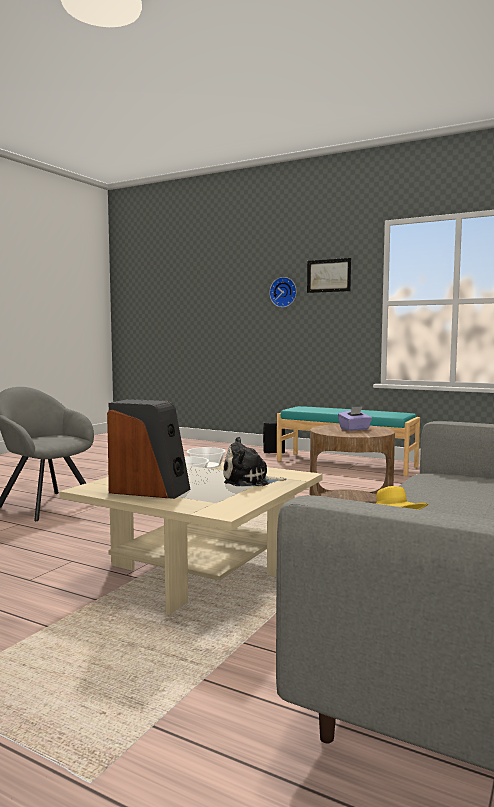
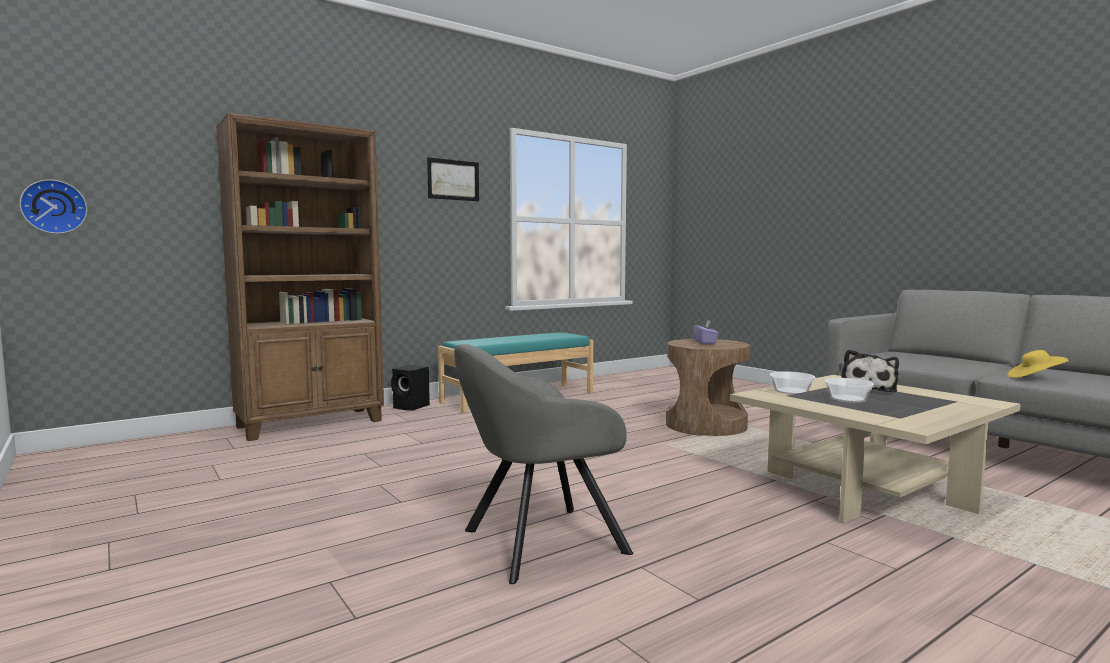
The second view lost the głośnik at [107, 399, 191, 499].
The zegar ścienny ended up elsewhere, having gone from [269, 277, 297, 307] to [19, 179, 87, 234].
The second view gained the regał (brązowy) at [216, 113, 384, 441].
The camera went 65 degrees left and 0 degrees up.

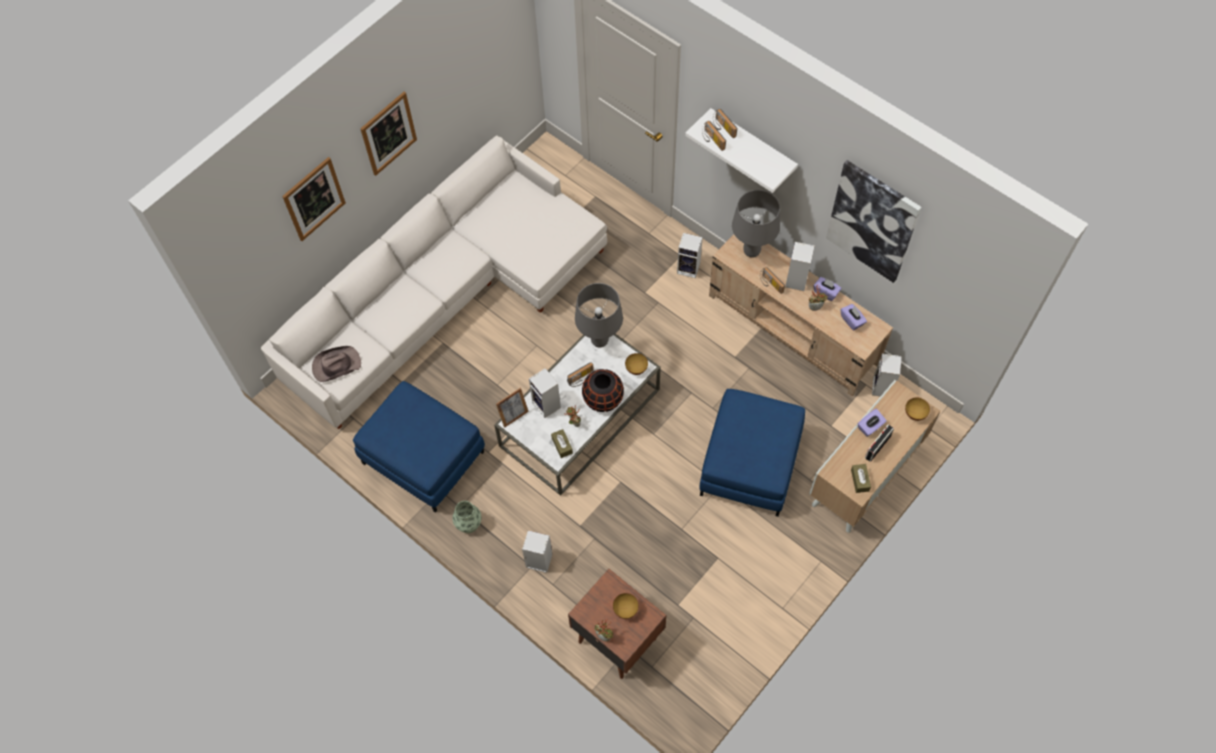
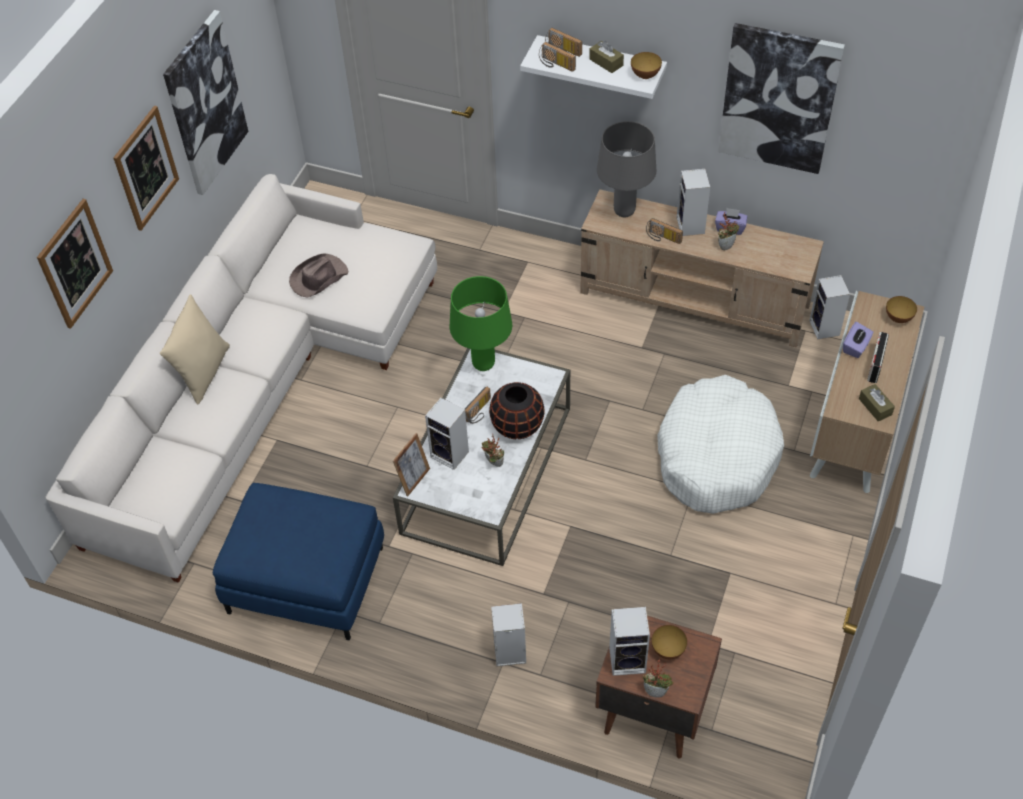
The kapelusz (brązowy) ended up elsewhere, having gone from [312, 346, 361, 382] to [289, 254, 348, 298].
The second view lost the wazon at [452, 501, 482, 533].
The pudełko chusteczek (brązowy) ended up elsewhere, having gone from [551, 429, 573, 458] to [589, 41, 624, 73].
What was the lampa stołowa (szary) at [575, 283, 623, 347] turned into the lampa stołowa (zielony) at [450, 276, 512, 371].
The miska ended up elsewhere, having gone from [625, 353, 648, 375] to [631, 52, 662, 79].
The głośnik ended up elsewhere, having gone from [677, 233, 703, 278] to [609, 607, 650, 676].
Where the pufa (niebieski) stood at [699, 389, 805, 517], the legowisko (biały) came to stand at [657, 375, 784, 514].
The second view lost the pudełko chusteczek (fioletowy) at [841, 304, 867, 331].
The second view gained the poduszka (beżowy) at [160, 294, 230, 404].
The second view gained the obraz at [163, 10, 248, 195].
The camera went 20 degrees left and 10 degrees down.

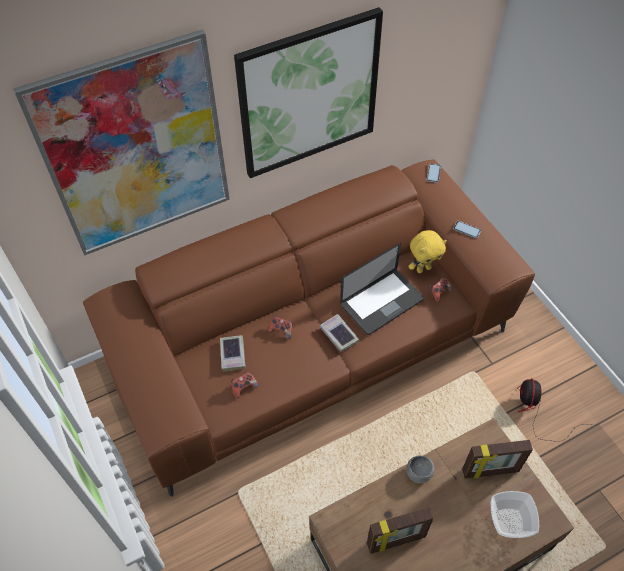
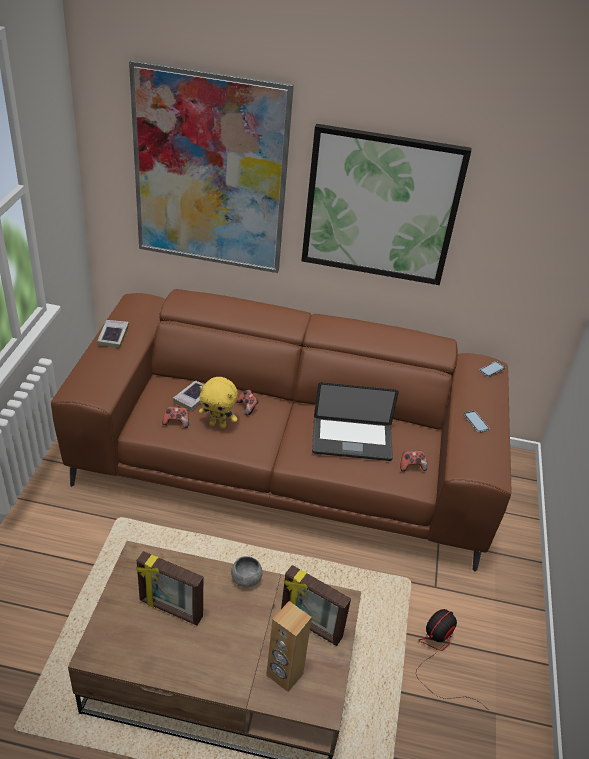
The książka ended up elsewhere, having gone from [320, 314, 359, 352] to [97, 320, 129, 348].
The pluszak (żółty) ended up elsewhere, having gone from [408, 230, 447, 273] to [199, 377, 238, 429].
Where the miska stood at [491, 491, 539, 538], the głośnik (brązowy) came to stand at [266, 601, 312, 692].
The camera went 35 degrees right and 15 degrees down.

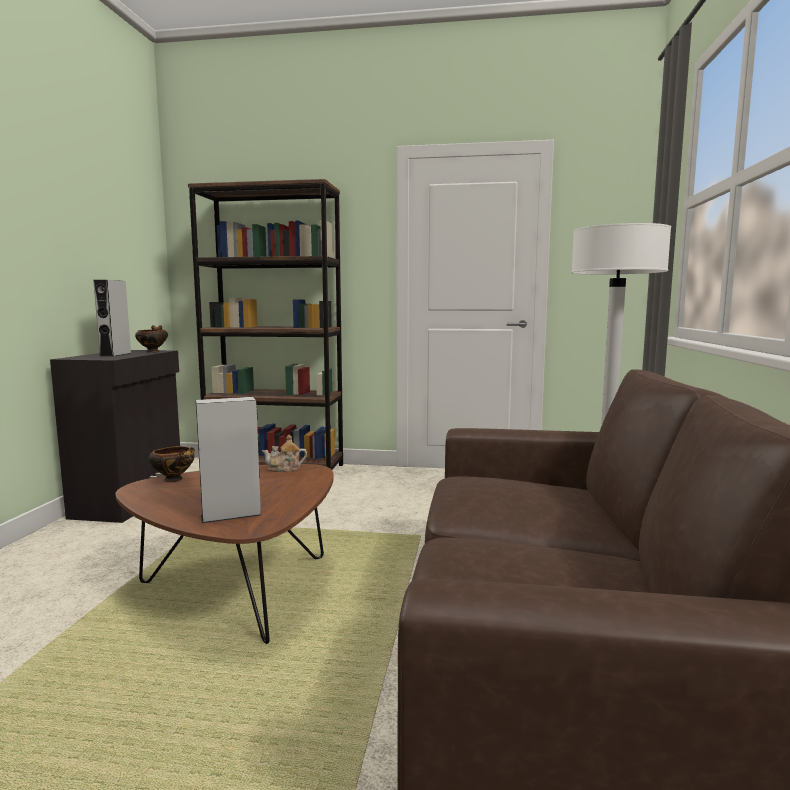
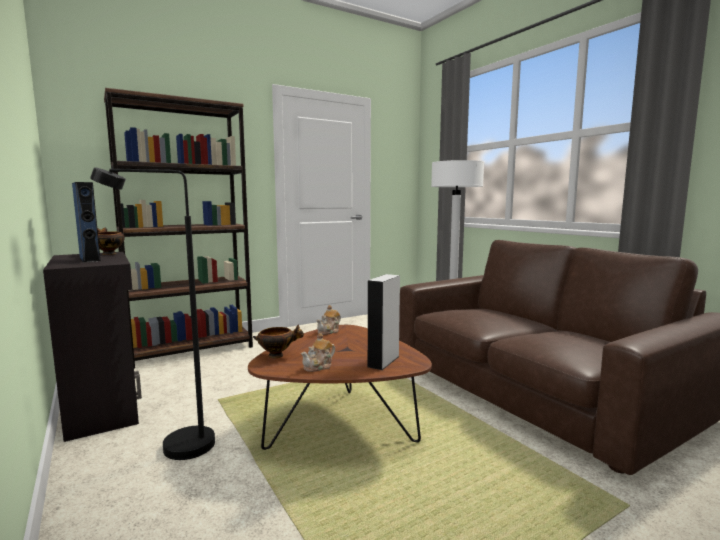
What was the głośnik (szary) at [93, 280, 131, 357] turned into the głośnik (niebieski) at [72, 182, 100, 262].
The second view gained the lampa stojąca (czarny) at [90, 167, 215, 460].
The second view gained the imbryk at [301, 333, 335, 372].
The camera went 40 degrees left and 0 degrees up.

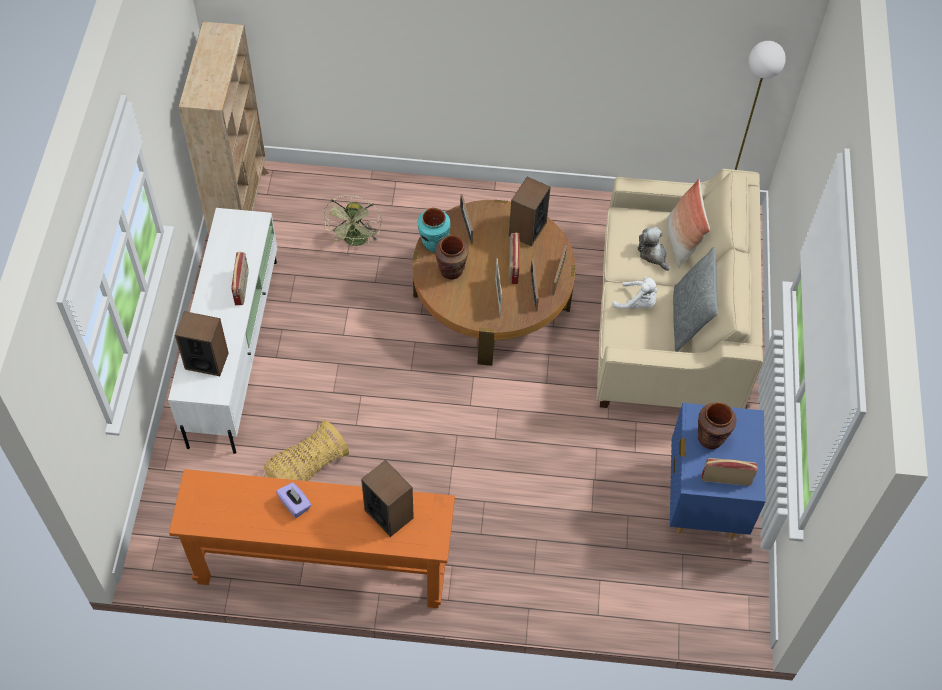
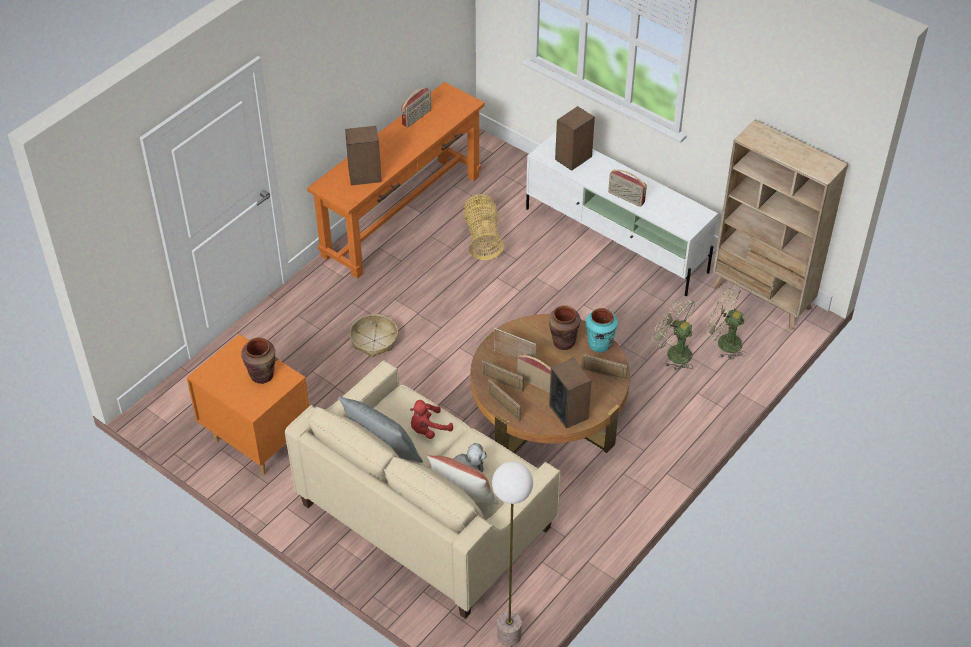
The second view lost the pudełko chusteczek (fioletowy) at [276, 482, 311, 518].
What was the pluszak (biały) at [612, 277, 658, 309] turned into the pluszak (czerwony) at [410, 400, 453, 439].
What was the szafka nocna (niebieski) at [670, 403, 766, 539] turned into the szafka nocna (pomarańczowy) at [186, 334, 309, 475].
The radio ended up elsewhere, having gone from [702, 458, 757, 486] to [401, 88, 431, 127].
The second view gained the koszyk at [350, 314, 398, 357].
The second view gained the wentylator (zielony) at [706, 287, 747, 360].
The camera went 125 degrees right and 10 degrees down.

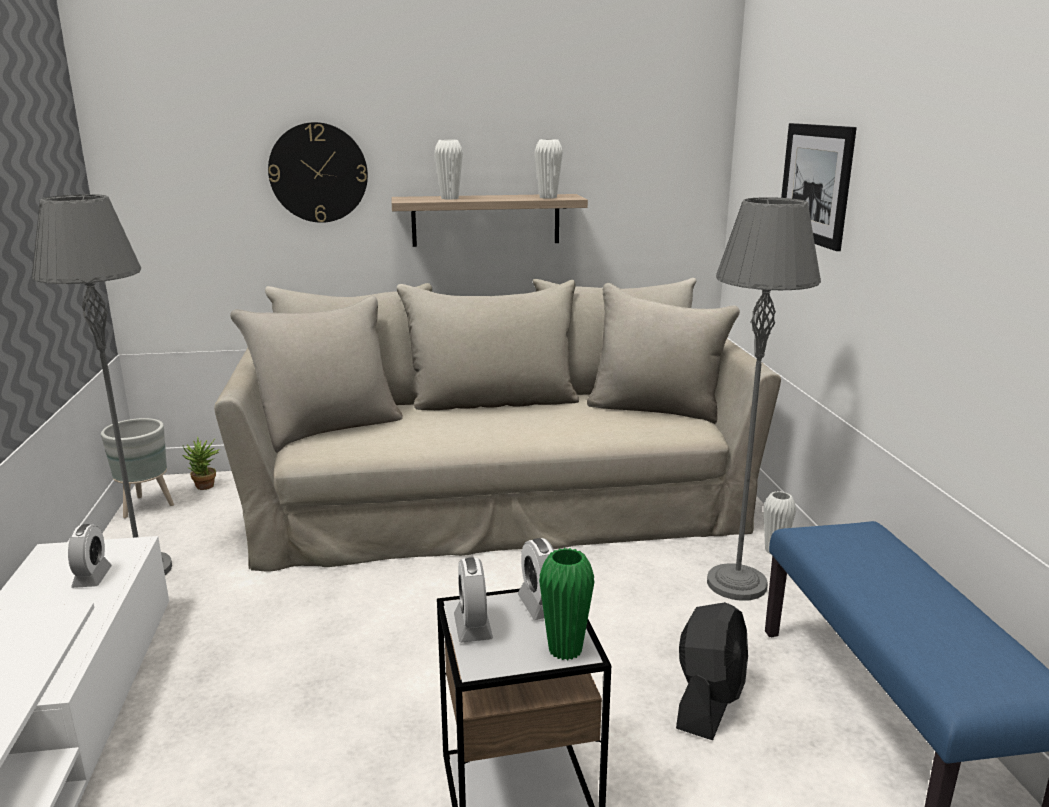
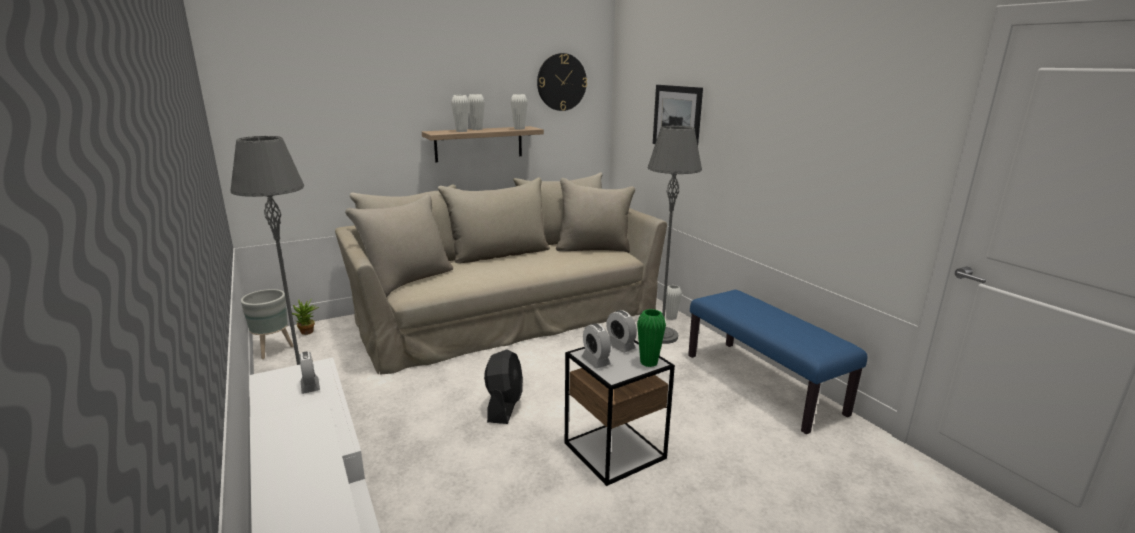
The zegar ścienny ended up elsewhere, having gone from [268, 122, 368, 223] to [537, 53, 587, 111].
The wentylator (czarny) ended up elsewhere, having gone from [676, 602, 748, 740] to [484, 349, 523, 424].
The second view gained the wazon (biały) at [468, 94, 485, 130].
The camera went 20 degrees left and 0 degrees up.

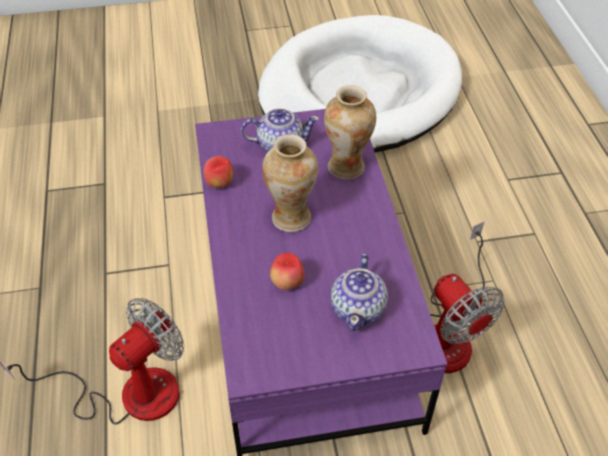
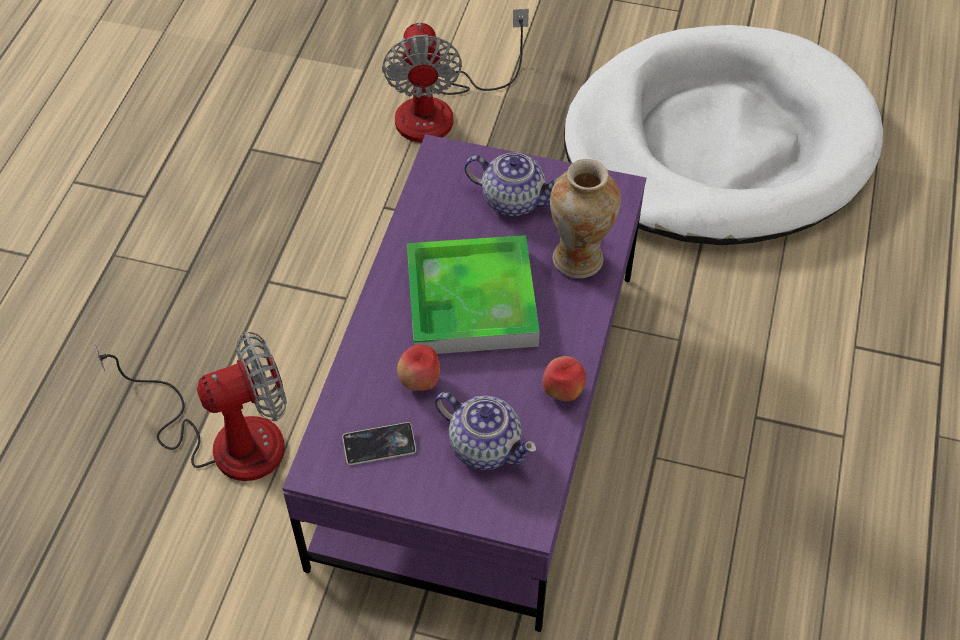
The jabłko ended up elsewhere, having gone from [204, 156, 233, 188] to [543, 356, 586, 401].
Where the wazon stood at [262, 134, 318, 232], the taca came to stand at [407, 235, 540, 354].
The imbryk at [331, 253, 388, 331] ended up facing another way, 90 degrees counterclockwise from before.
The wentylator ended up elsewhere, having gone from [430, 222, 504, 373] to [382, 9, 529, 143].
The second view gained the telefon at [342, 422, 416, 465].
The camera went 25 degrees right and 5 degrees up.

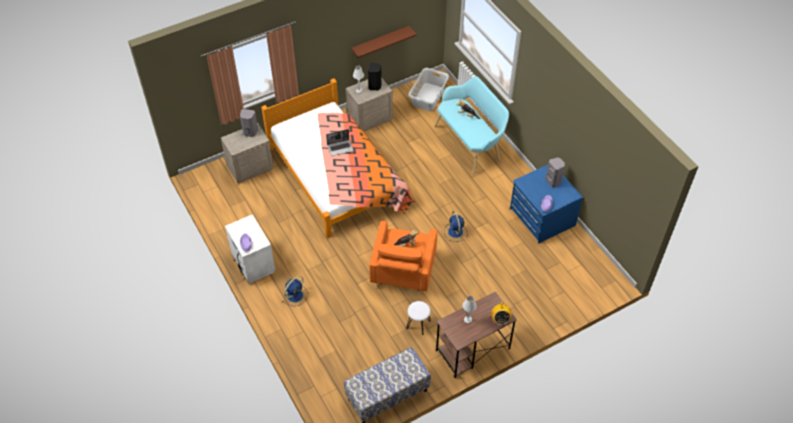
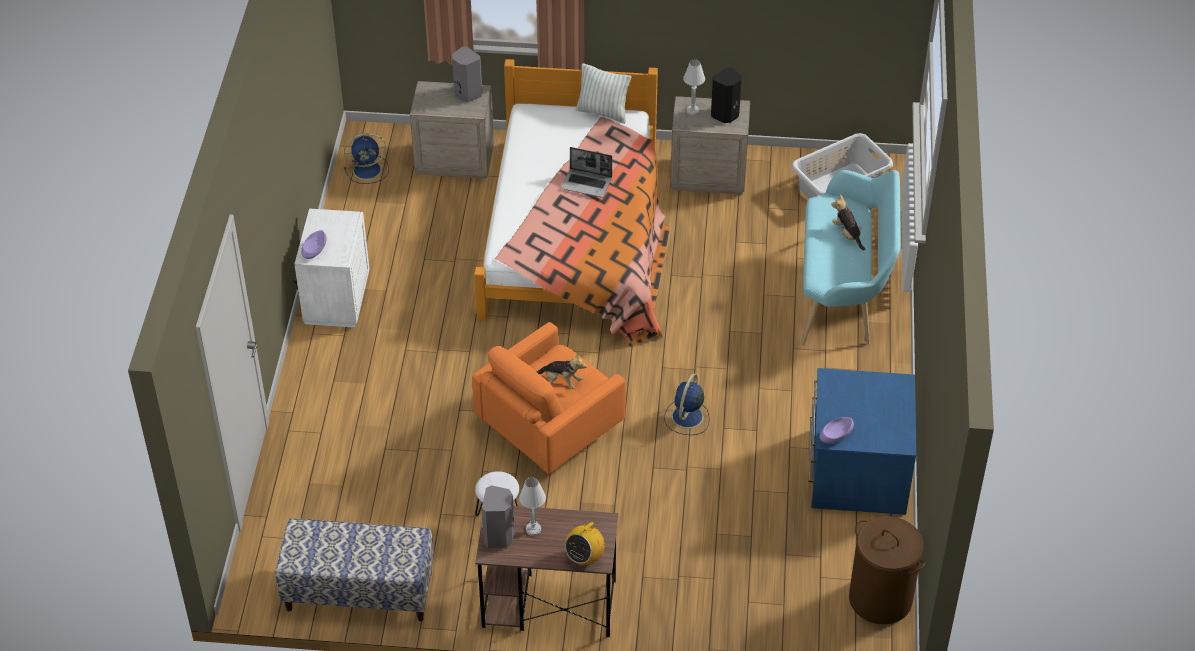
The wentylator (niebieski) ended up elsewhere, having gone from [283, 276, 308, 306] to [344, 133, 389, 184].
The second view lost the półka (brązowy) at [351, 26, 417, 58].
The głośnik (szary) ended up elsewhere, having gone from [545, 157, 565, 188] to [482, 485, 515, 548].
The second view gained the poduszka at [576, 63, 631, 124].
The second view gained the kosz na pranie (brązowy) at [849, 516, 925, 624].
The camera went 35 degrees right and 5 degrees down.

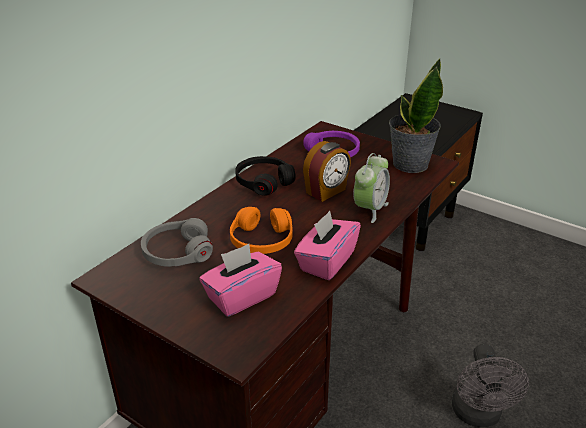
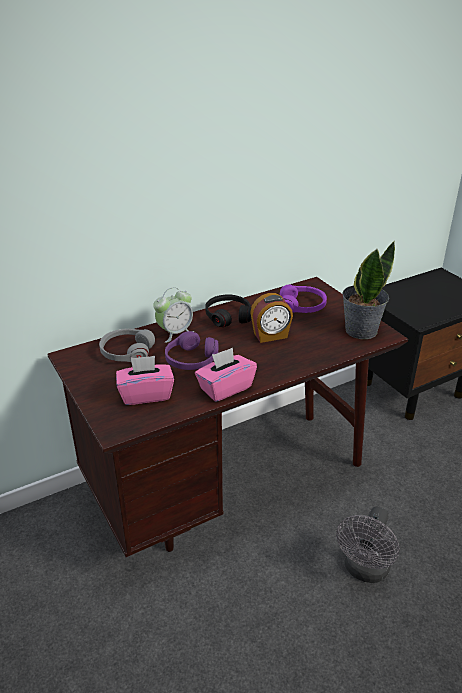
What was the słuchawki (pomarańczowy) at [230, 207, 293, 254] turned into the słuchawki (fioletowy) at [165, 331, 218, 370].
The budzik ended up elsewhere, having gone from [353, 153, 390, 223] to [153, 287, 194, 343].
The camera went 25 degrees right and 0 degrees up.

